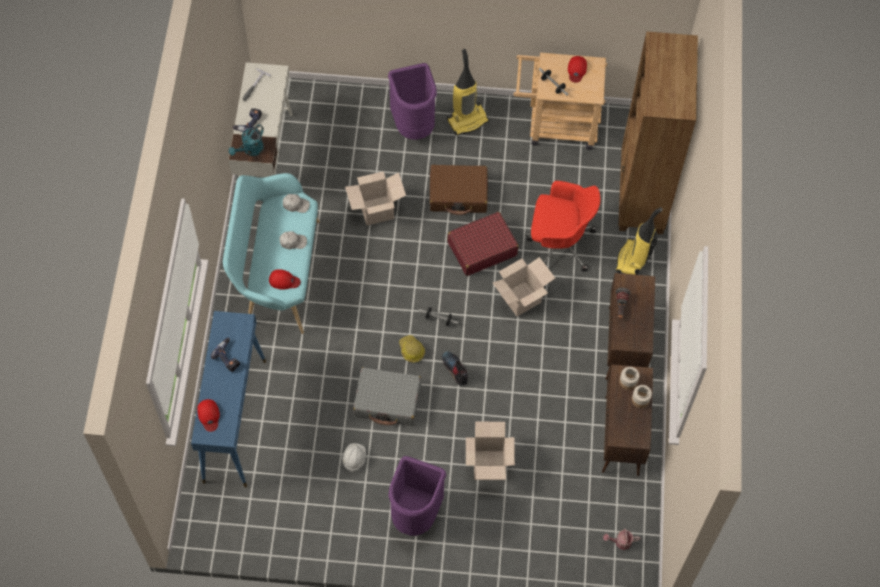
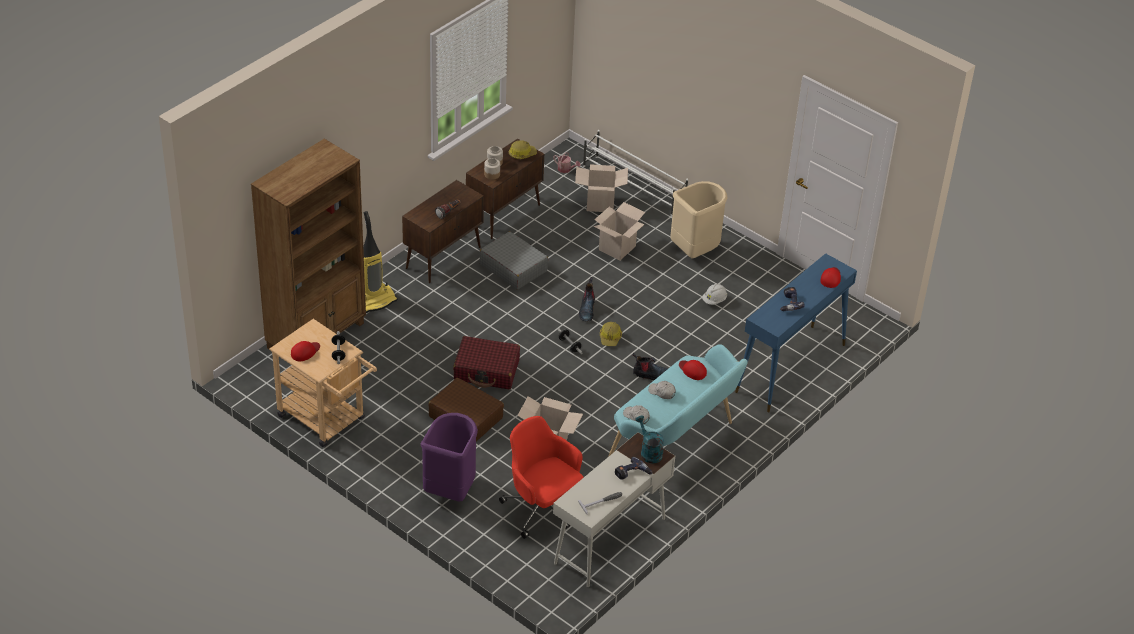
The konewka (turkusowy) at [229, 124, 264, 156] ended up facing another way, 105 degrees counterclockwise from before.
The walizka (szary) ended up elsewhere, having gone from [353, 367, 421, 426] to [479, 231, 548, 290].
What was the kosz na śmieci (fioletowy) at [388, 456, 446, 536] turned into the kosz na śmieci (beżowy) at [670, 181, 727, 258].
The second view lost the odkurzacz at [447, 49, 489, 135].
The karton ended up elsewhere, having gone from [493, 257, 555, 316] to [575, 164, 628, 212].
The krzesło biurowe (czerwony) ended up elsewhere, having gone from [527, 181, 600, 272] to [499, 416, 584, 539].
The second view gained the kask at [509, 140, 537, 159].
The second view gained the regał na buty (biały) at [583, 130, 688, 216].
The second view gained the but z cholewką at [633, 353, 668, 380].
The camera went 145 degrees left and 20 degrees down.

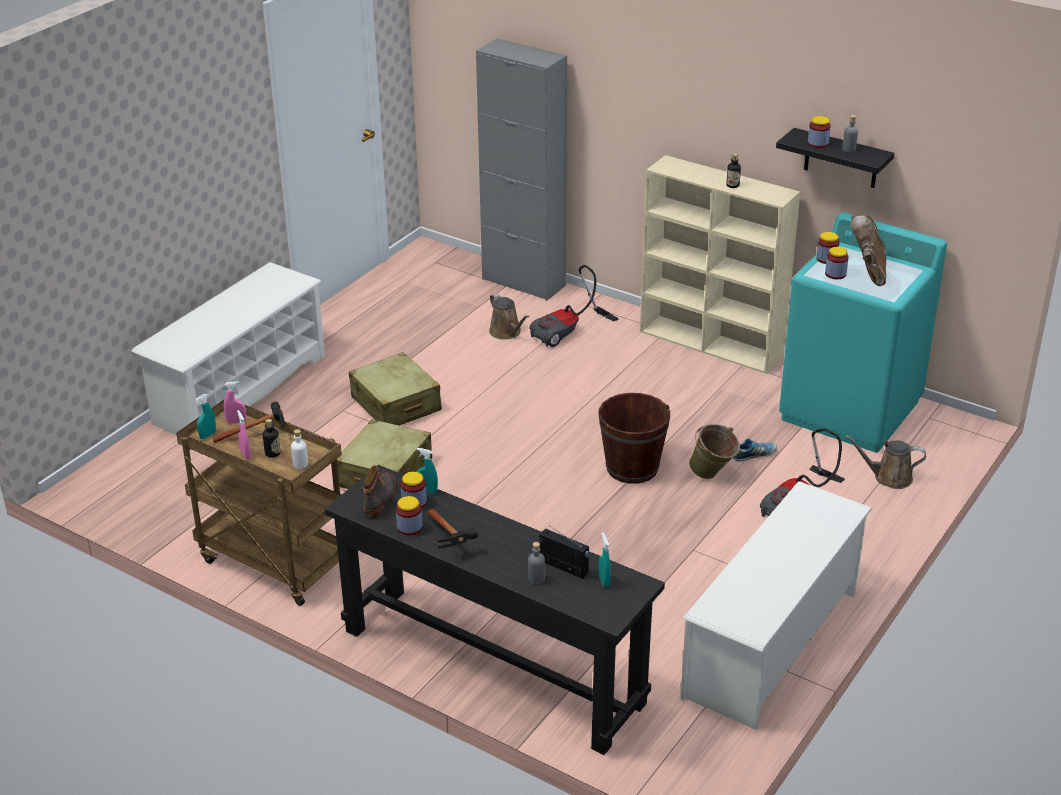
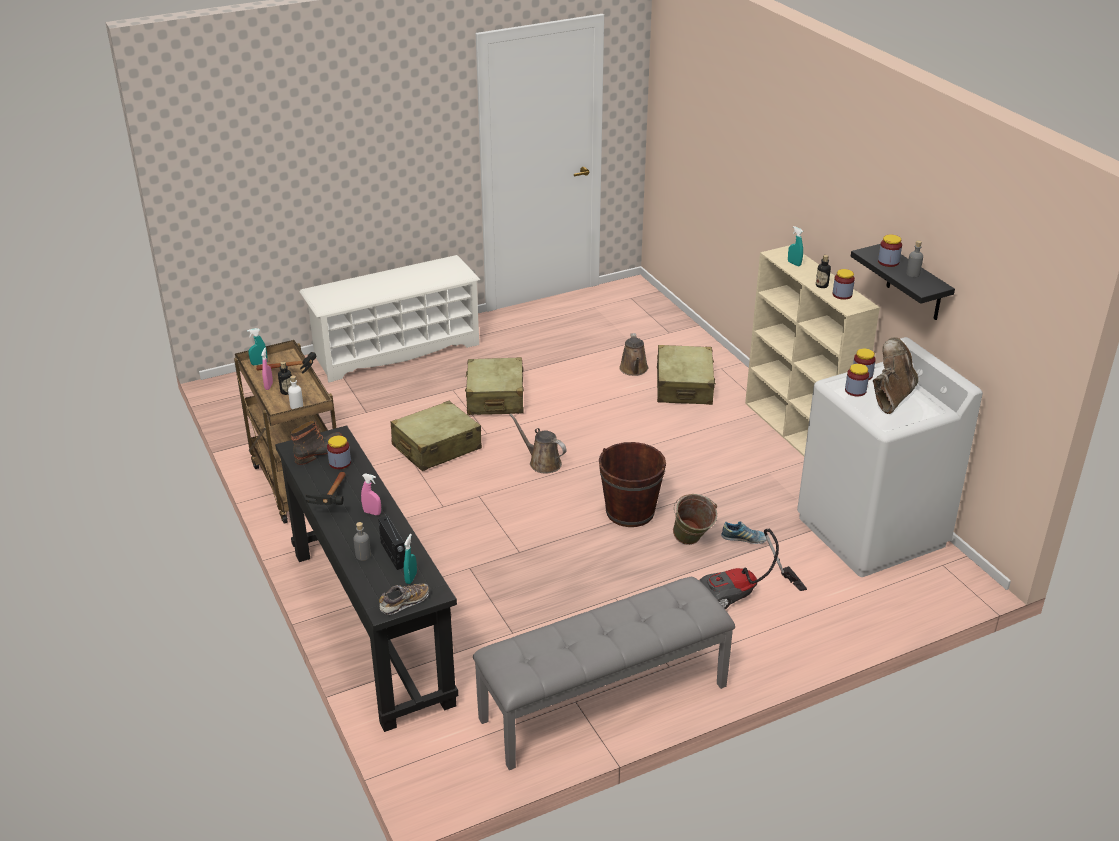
The spryskiwacz (różowy) ended up elsewhere, having gone from [224, 381, 246, 424] to [361, 473, 381, 515].
The słoik ended up elsewhere, having gone from [396, 496, 422, 536] to [832, 269, 855, 300].
The spryskiwacz (turkusowy) ended up elsewhere, having gone from [417, 448, 438, 493] to [788, 226, 803, 266].
The second view lost the szafka (szary) at [476, 38, 567, 301].
Where the odkurzacz stood at [529, 265, 619, 347], the walizka (beżowy) came to stand at [657, 345, 716, 405].
Where the regał na buty (biały) stood at [680, 481, 872, 730], the ławka (szary) came to stand at [473, 577, 735, 770].
What was the pralka (turkusowy) at [779, 213, 947, 452] turned into the pralka (biały) at [797, 337, 983, 577].
The konewka (brązowy) ended up elsewhere, having gone from [845, 435, 926, 489] to [509, 413, 567, 473].
The second view gained the but at [379, 584, 429, 615].
The camera went 30 degrees right and 0 degrees up.

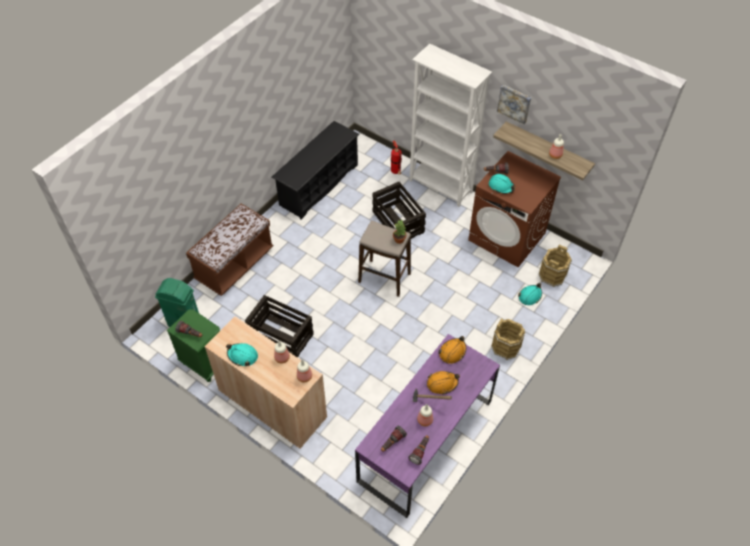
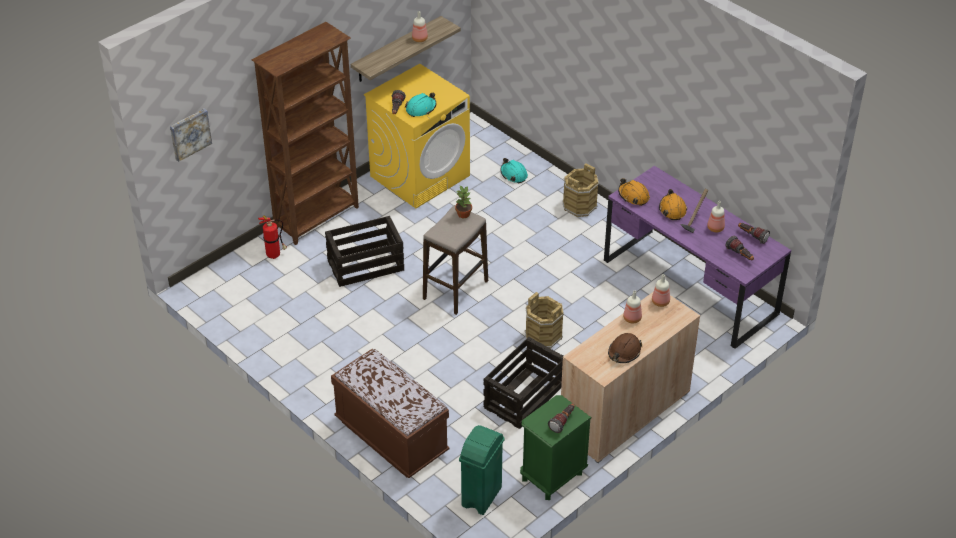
What was the kask (turkusowy) at [226, 343, 258, 366] turned into the kask (brązowy) at [608, 333, 642, 363].
The second view lost the regał na buty (czarny) at [272, 121, 359, 220].
What was the regał (biały) at [409, 44, 492, 207] turned into the regał (brązowy) at [252, 22, 359, 245].
What was the pralka (brązowy) at [468, 151, 561, 267] turned into the pralka (żółty) at [364, 64, 470, 208].
The obraz ended up elsewhere, having gone from [497, 85, 531, 124] to [170, 109, 212, 162].
The wiadro (brązowy) ended up elsewhere, having gone from [538, 245, 572, 287] to [525, 292, 564, 349].
The camera went 80 degrees left and 10 degrees down.

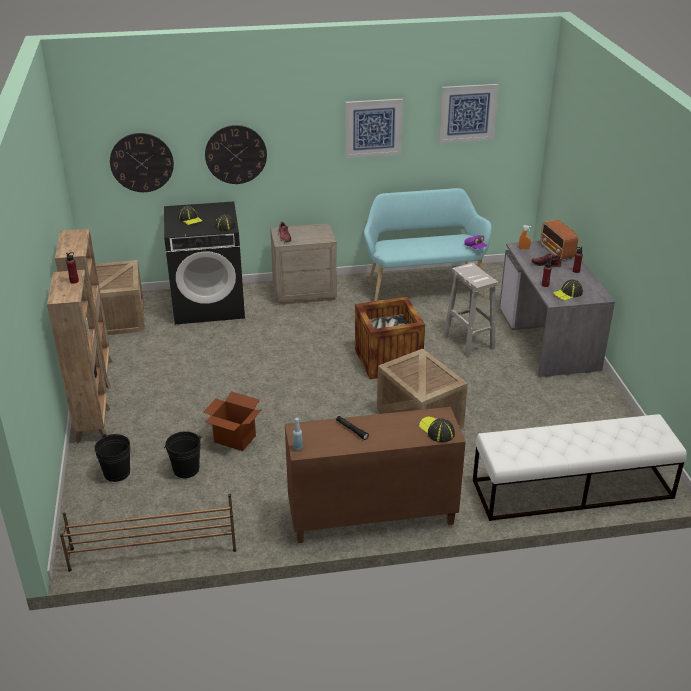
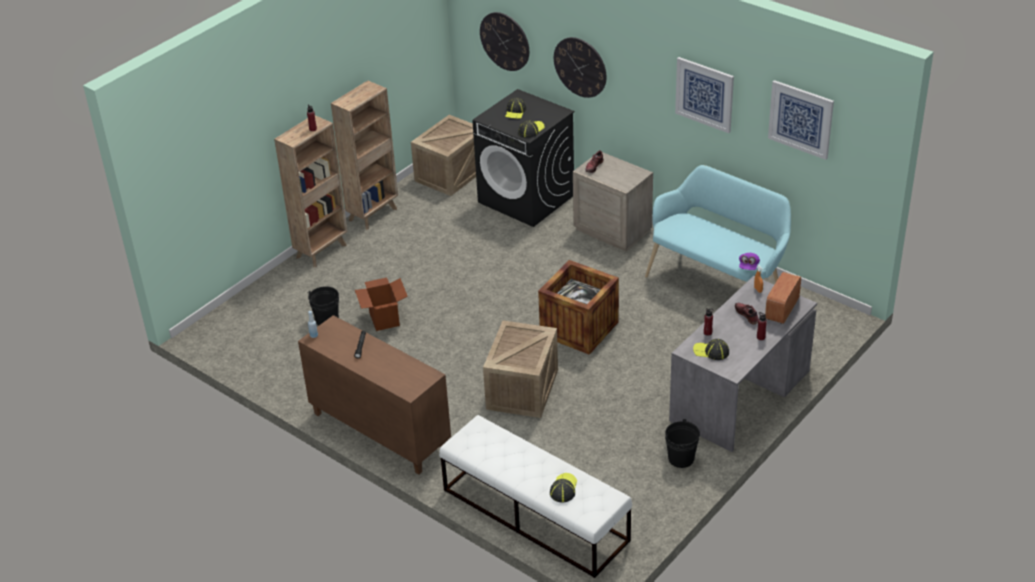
The second view lost the regał na buty (brązowy) at [60, 494, 236, 572].
The wiadro (czarny) ended up elsewhere, having gone from [94, 434, 130, 482] to [665, 419, 700, 468].
The czapka z daszkiem ended up elsewhere, having gone from [419, 417, 455, 442] to [550, 473, 577, 503].
The second view lost the stołek (biały) at [443, 263, 498, 358].
The camera went 50 degrees right and 5 degrees up.

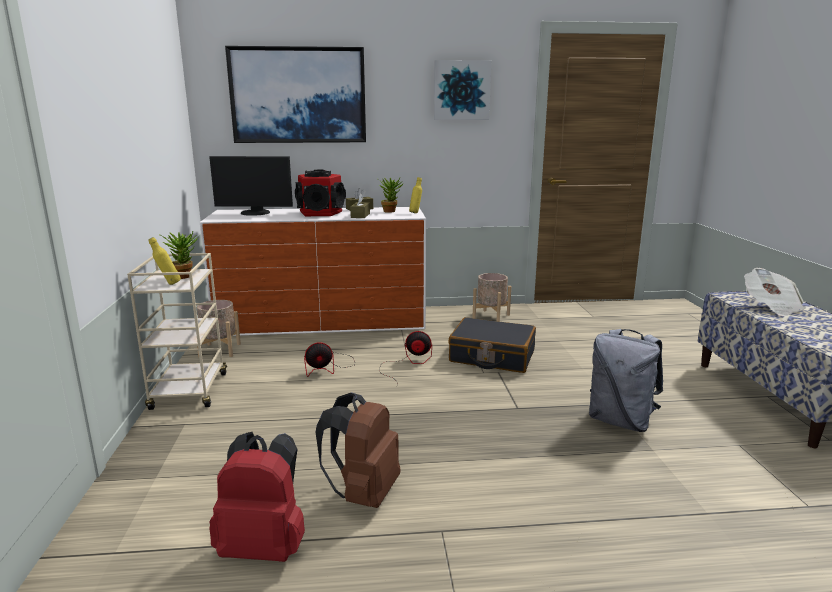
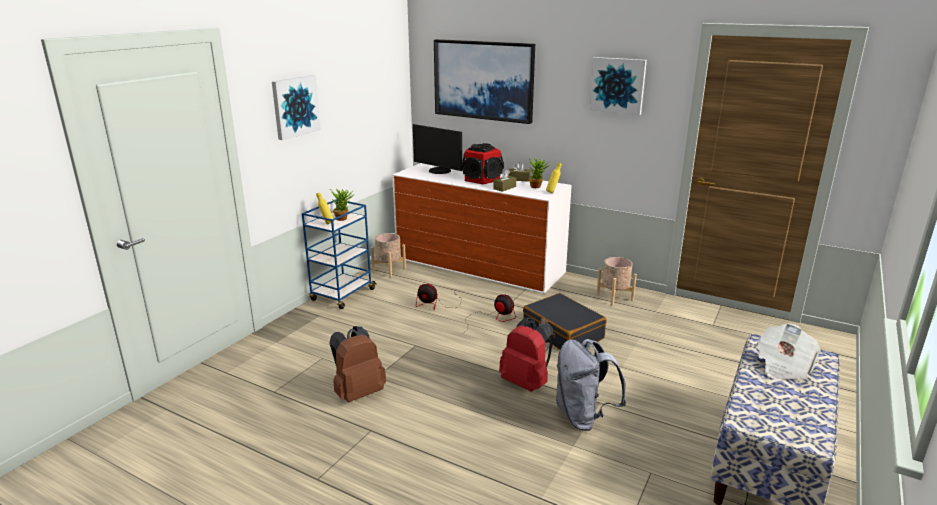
What was the wózek (beżowy) at [127, 253, 227, 410] turned into the wózek (niebieski) at [302, 199, 377, 309].
The plecak (czerwony) ended up elsewhere, having gone from [209, 432, 305, 562] to [499, 318, 554, 392].
The second view gained the obraz at [272, 75, 321, 140].
The camera went 35 degrees right and 5 degrees up.

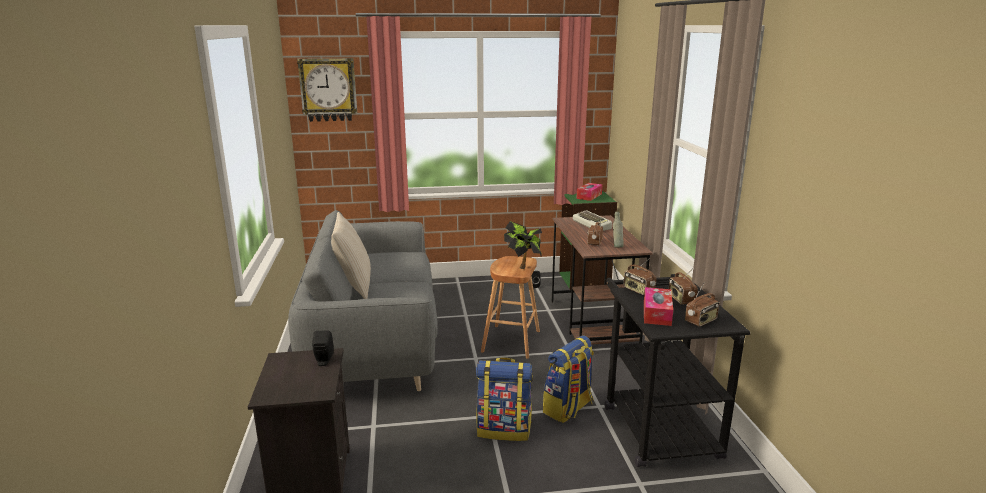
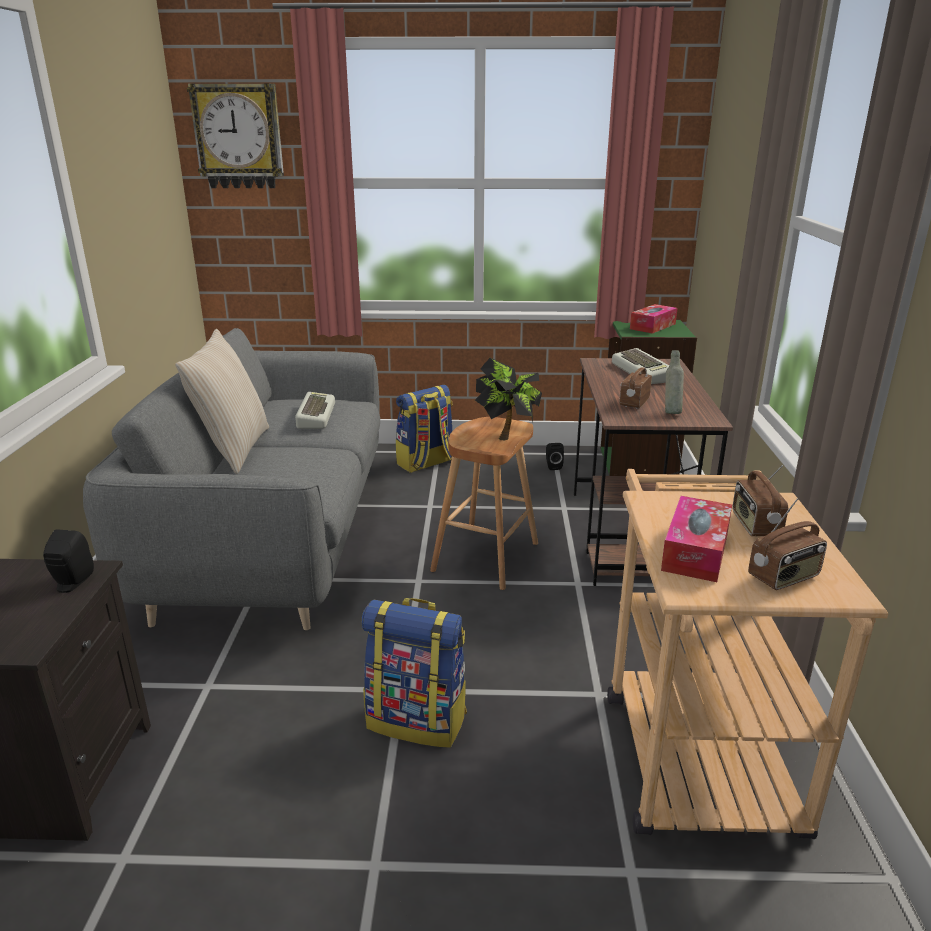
The plecak ended up elsewhere, having gone from [543, 335, 594, 423] to [396, 385, 453, 473].
What was the wózek (czarny) at [604, 274, 751, 467] turned into the wózek (beżowy) at [607, 469, 888, 839].
The second view lost the radio at [624, 259, 656, 295].
The second view gained the klawiatura at [295, 392, 335, 429].
The camera went 10 degrees right and 5 degrees up.

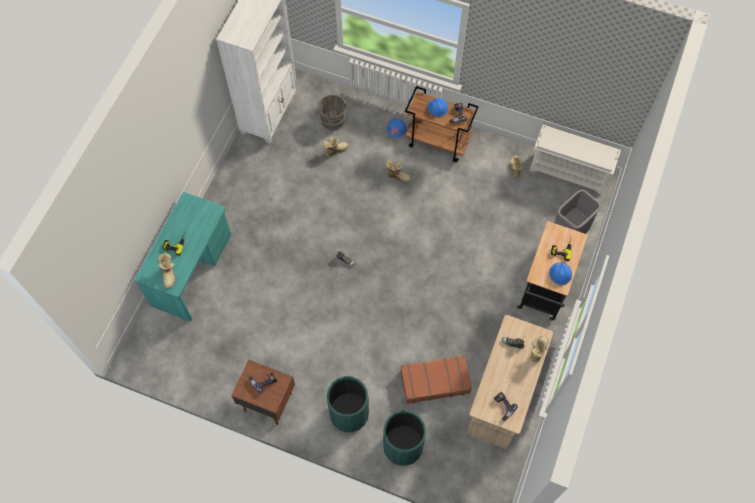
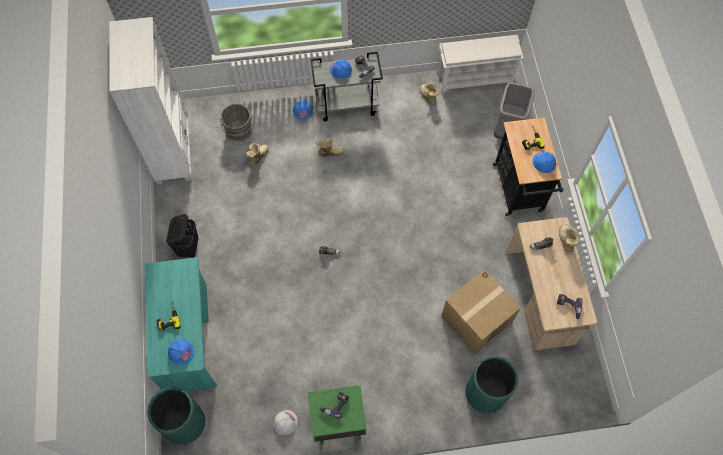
Where the but z cholewką stood at [158, 252, 175, 288], the kask (niebieski) came to stand at [168, 339, 194, 365].
What was the szafka nocna (brązowy) at [231, 360, 295, 425] turned into the szafka nocna (zielony) at [308, 385, 367, 445].
The kosz na śmieci (zielony) ended up elsewhere, having gone from [327, 376, 369, 432] to [147, 387, 205, 445].
Where the walizka (brązowy) stood at [400, 355, 472, 404], the karton came to stand at [441, 270, 521, 353].
What was the wózek (brązowy) at [405, 86, 479, 162] turned into the wózek (szary) at [310, 51, 383, 121].
The second view gained the kosz na pranie (czarny) at [166, 214, 199, 258].
The second view gained the kask (biały) at [273, 410, 298, 435].
The camera went 30 degrees left and 0 degrees up.

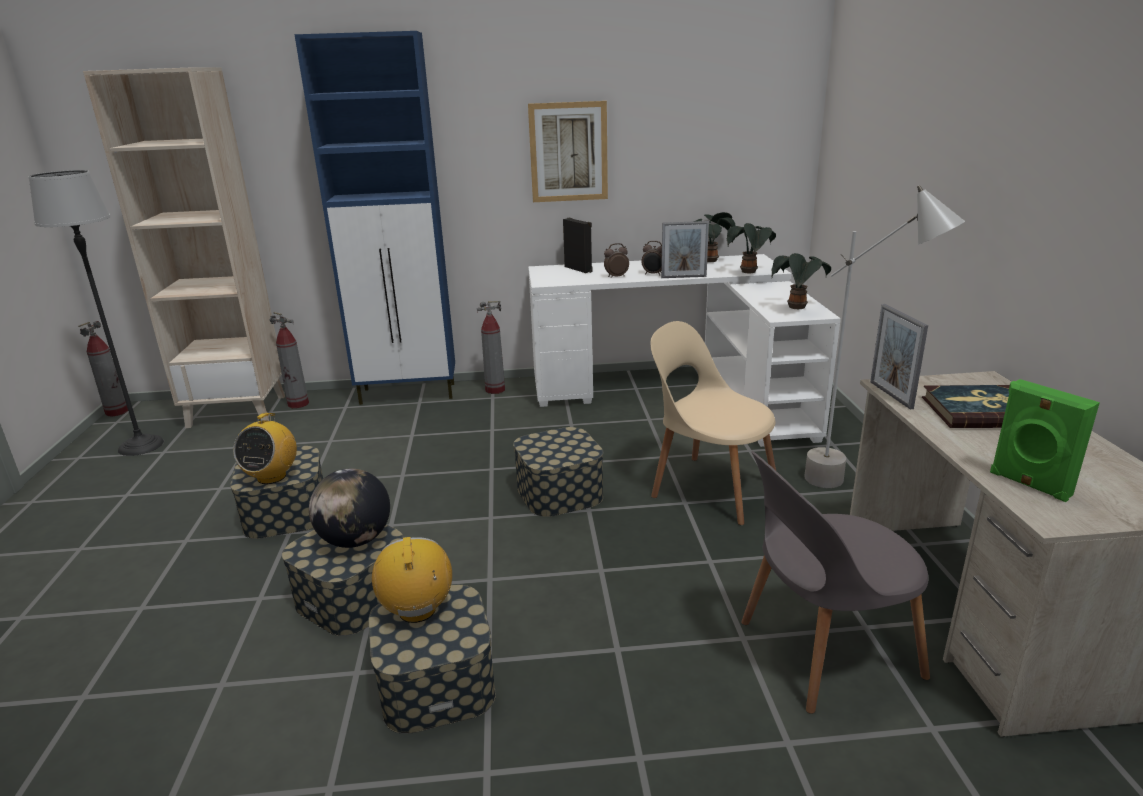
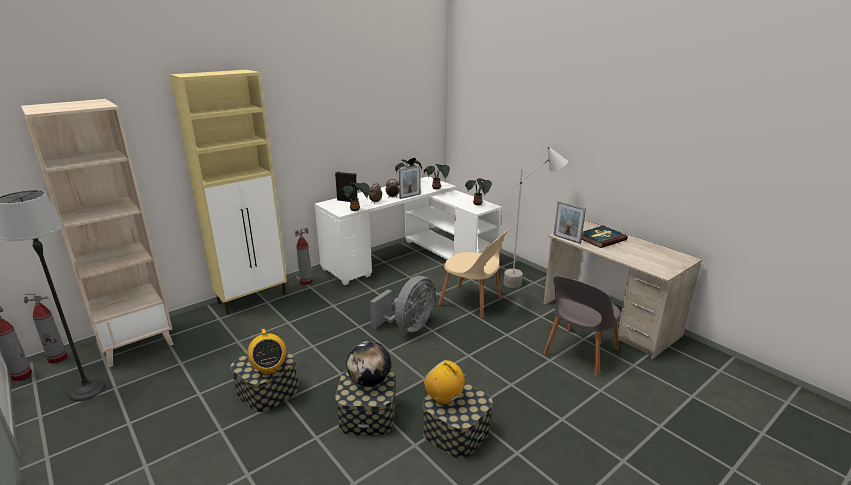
The gaśnica ended up elsewhere, having gone from [270, 312, 309, 408] to [24, 294, 67, 364].
What was the szafka (niebieski) at [294, 31, 455, 405] turned into the szafka (beżowy) at [170, 70, 287, 314].
Where the pojemnik do przechowywania stood at [513, 427, 603, 517], the wentylator (szary) came to stand at [370, 276, 435, 332].
The second view lost the obraz at [528, 101, 608, 202].
The krzesło (beżowy) at [650, 321, 776, 525] ended up facing another way, 150 degrees counterclockwise from before.
The second view lost the głośnik (zielony) at [990, 379, 1100, 502].
The second view gained the roślina doniczkowa at [339, 183, 370, 211].
The camera went 35 degrees left and 0 degrees up.

